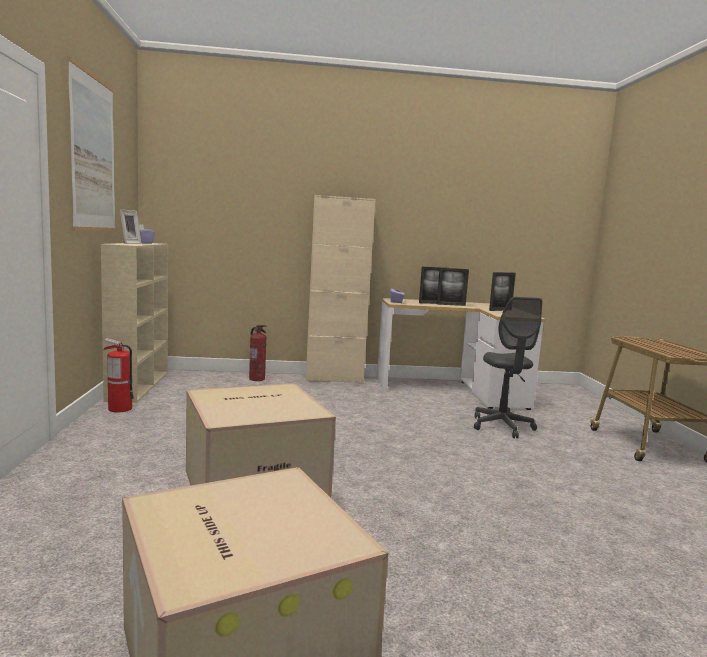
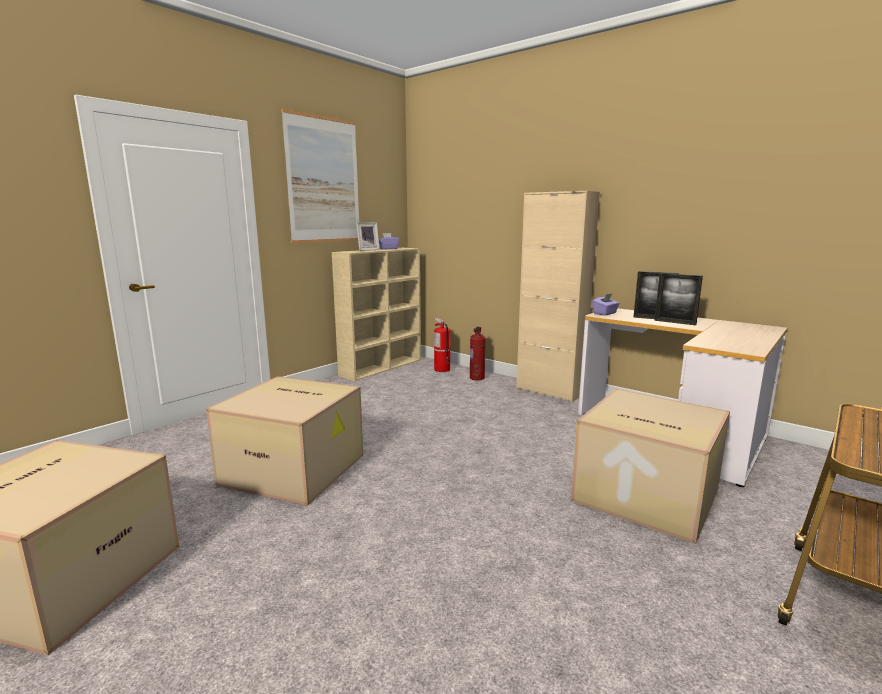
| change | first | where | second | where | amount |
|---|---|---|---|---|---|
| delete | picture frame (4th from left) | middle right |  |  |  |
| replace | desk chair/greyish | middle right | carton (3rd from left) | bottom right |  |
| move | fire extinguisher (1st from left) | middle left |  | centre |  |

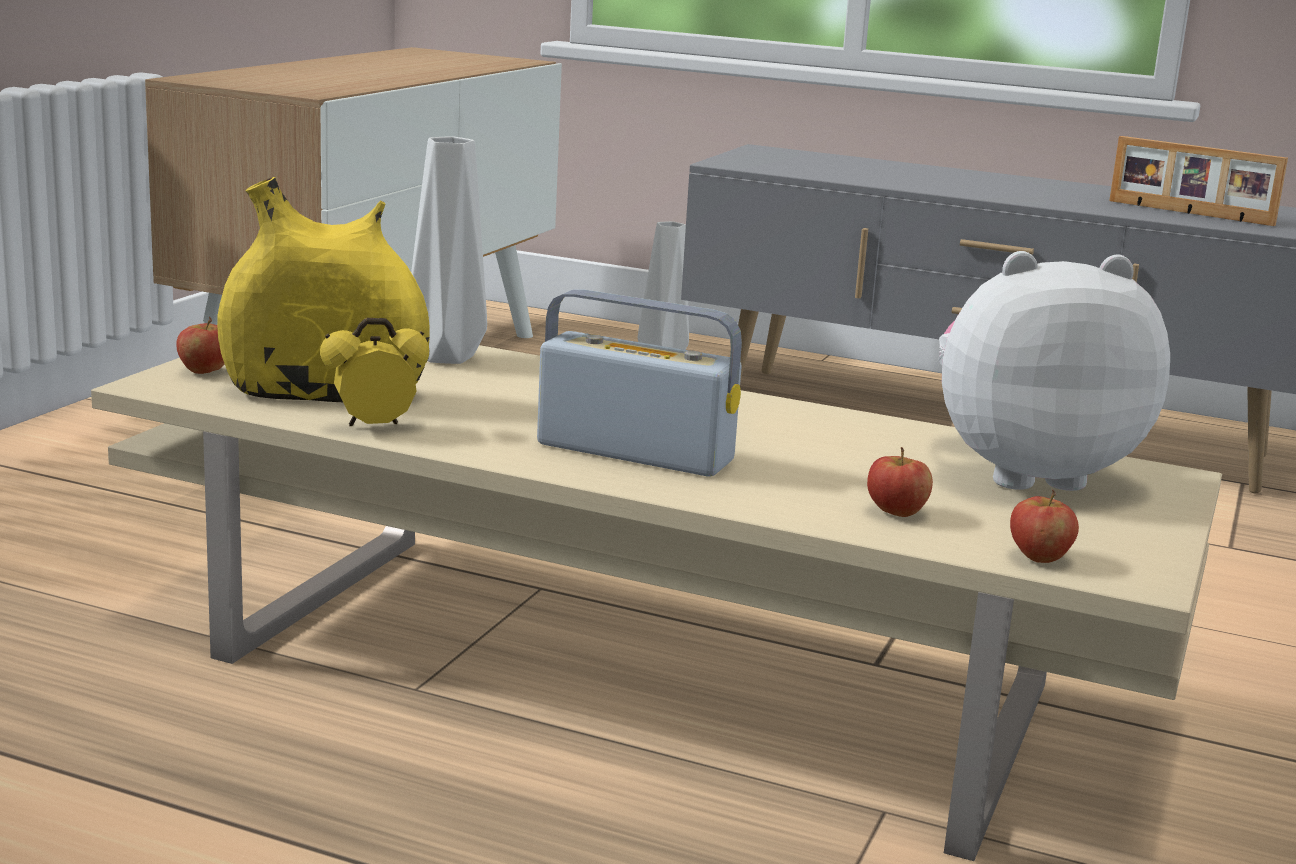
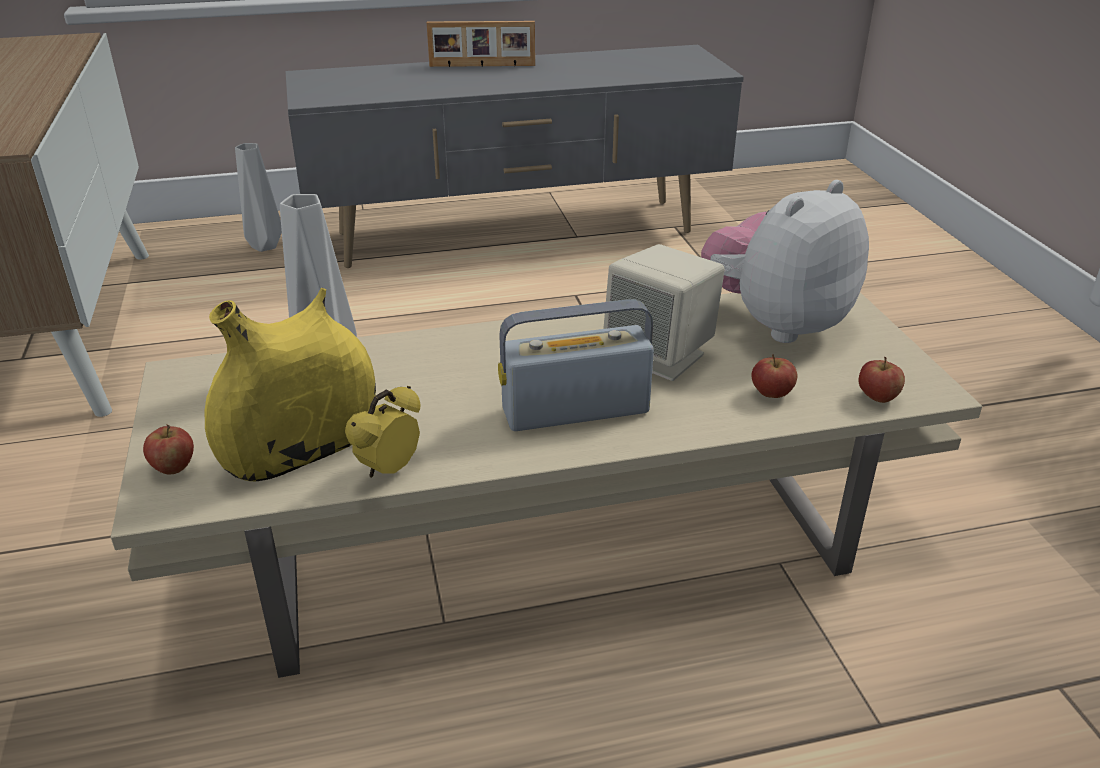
| change | first | where | second | where | amount |
|---|---|---|---|---|---|
| move | picture frame | top right |  | top centre |  |
| insert |  |  | speaker/beige-coloured | centre |  |

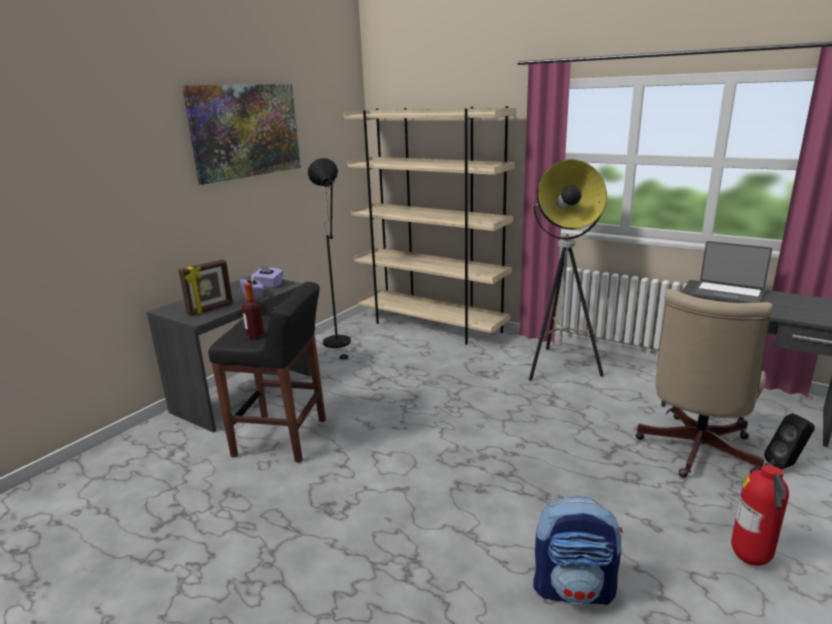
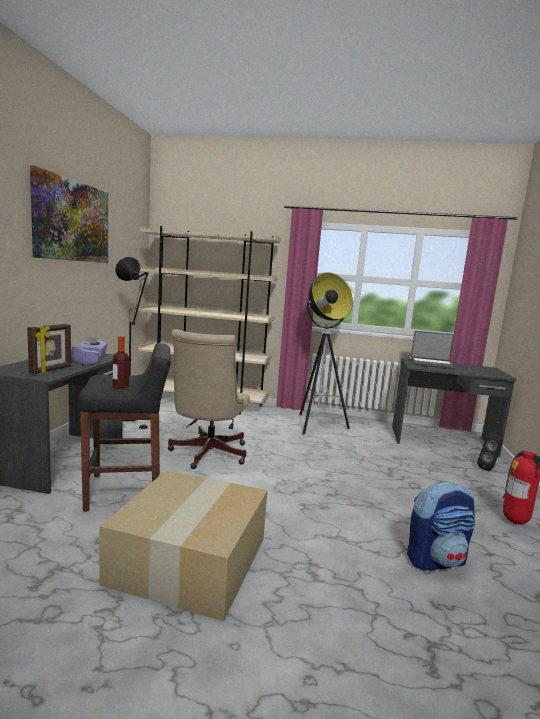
| change | first | where | second | where | amount |
|---|---|---|---|---|---|
| move | desk chair/beige-coloured | middle right |  | centre |  |
| insert |  |  | carton | bottom centre |  |

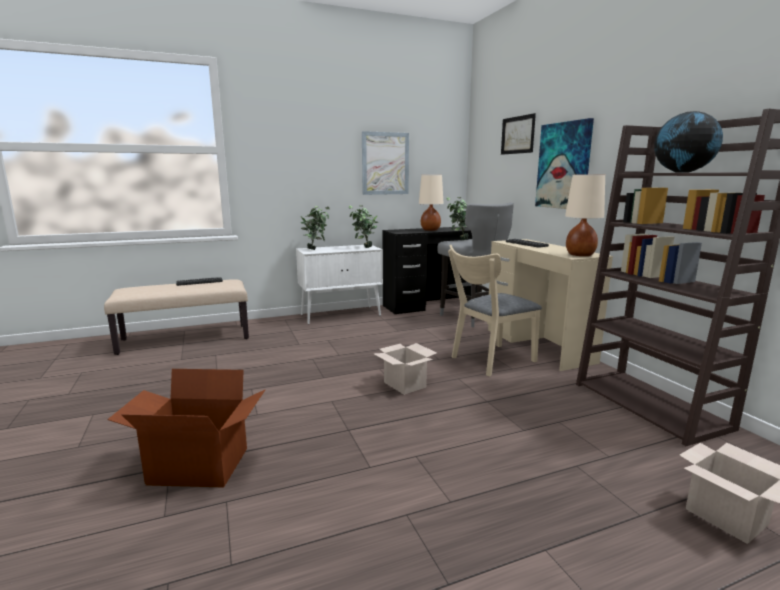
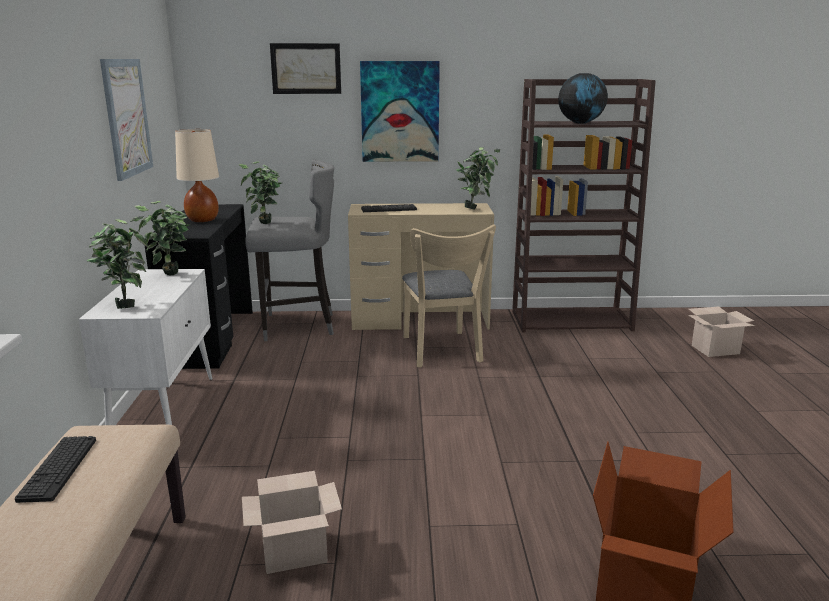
| change | first | where | second | where | amount |
|---|---|---|---|---|---|
| replace | lamp for a table/beige-coloured (2nd from left) | middle right | plant in a pot (4th from left) | top centre |  |
| move | carton (2nd from left in the first image) | centre | carton (1st from left) | bottom centre |  |

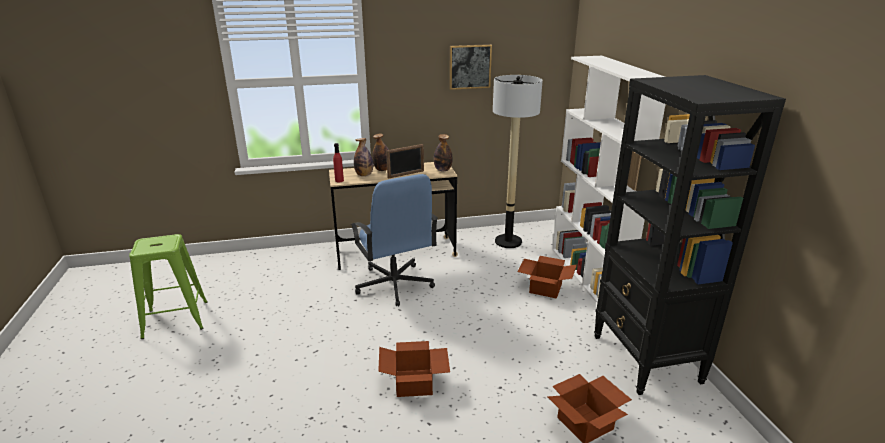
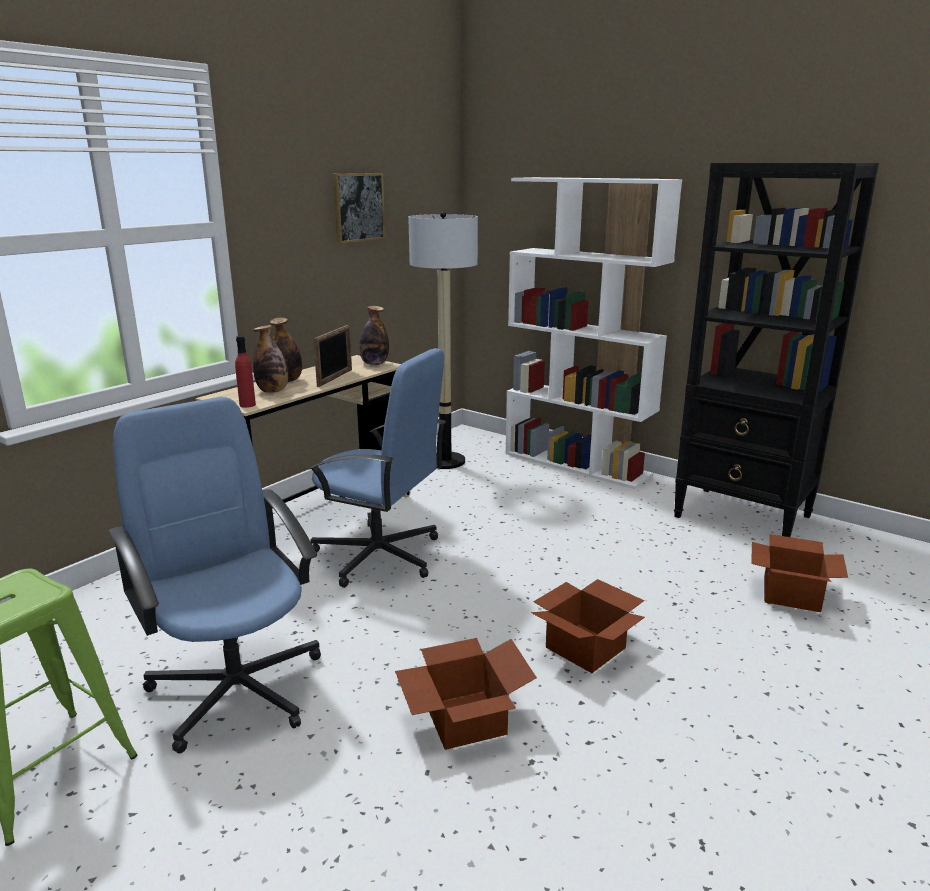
| change | first | where | second | where | amount |
|---|---|---|---|---|---|
| move | carton (2nd from left in the first image) | centre | carton (1st from left) | bottom centre |  |
| insert |  |  | desk chair/blue (1st from left) | middle left |  |

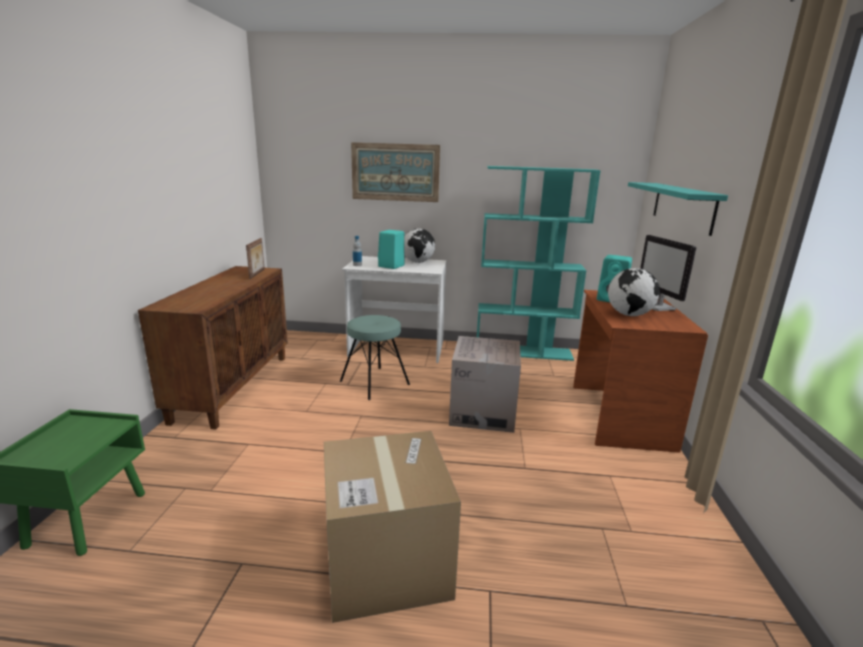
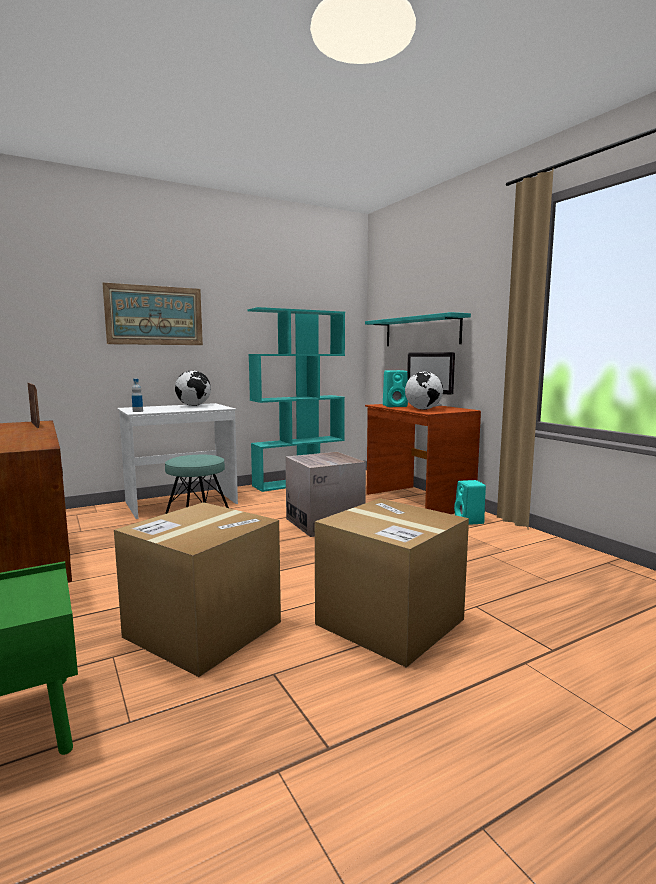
| change | first | where | second | where | amount |
|---|---|---|---|---|---|
| move | speaker/blue-green (1st from left in the first image) | centre | speaker/blue-green (2nd from left) | middle right |  |
| insert |  |  | carton (1st from left) | middle left |  |

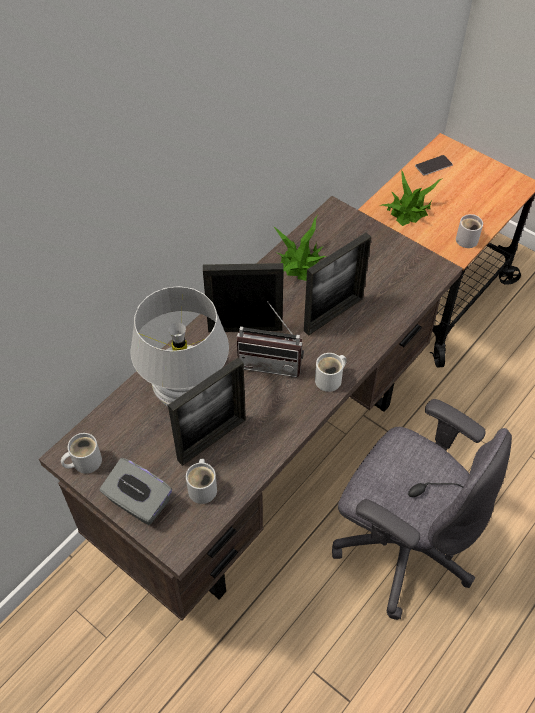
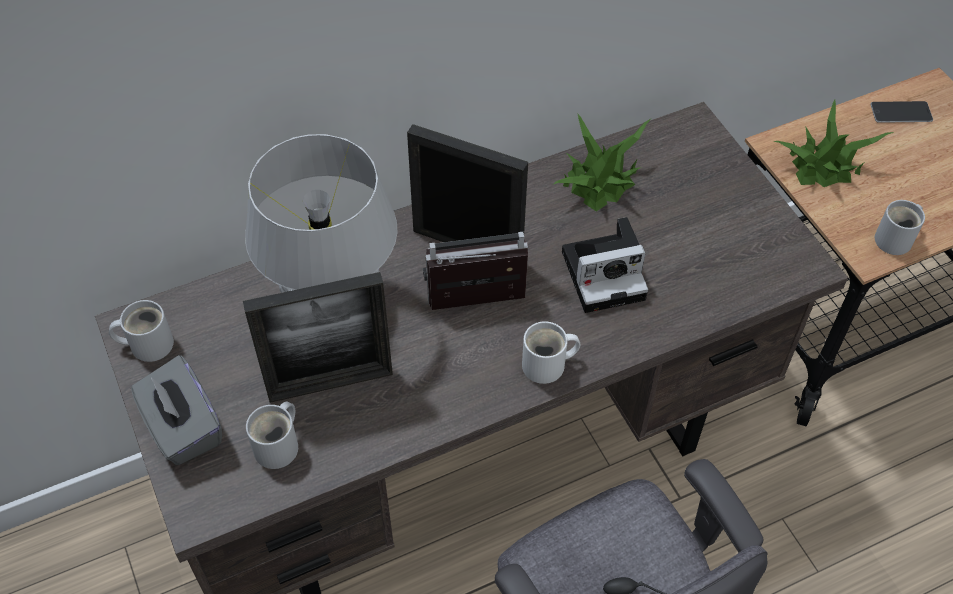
| change | first | where | second | where | amount |
|---|---|---|---|---|---|
| replace | picture frame (3rd from left) | centre | still camera | centre |  |
| rotate | radio | centre |  | centre | 135 degrees clockwise |

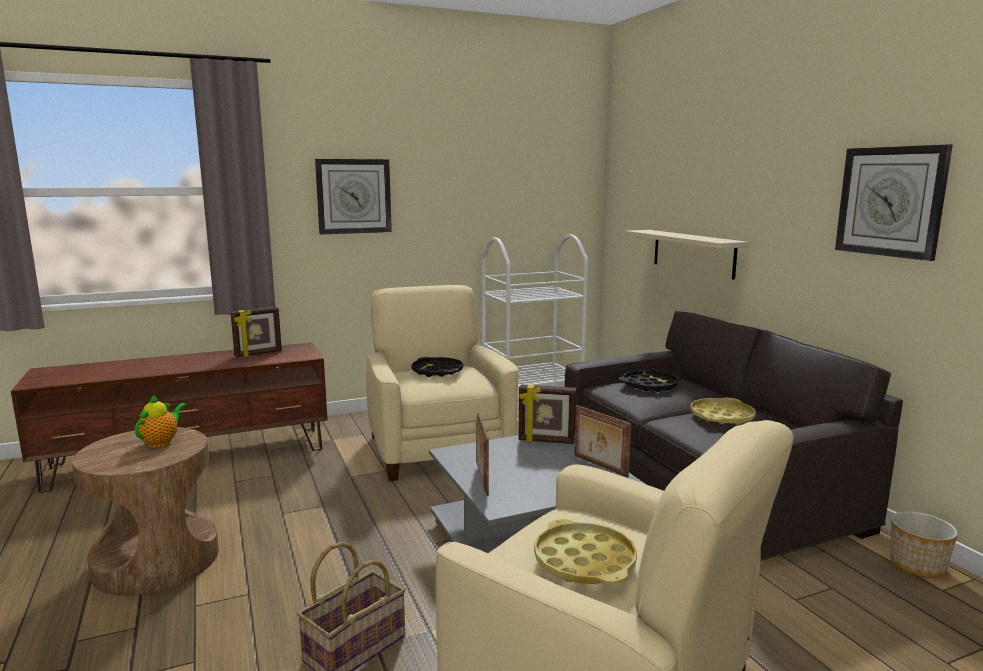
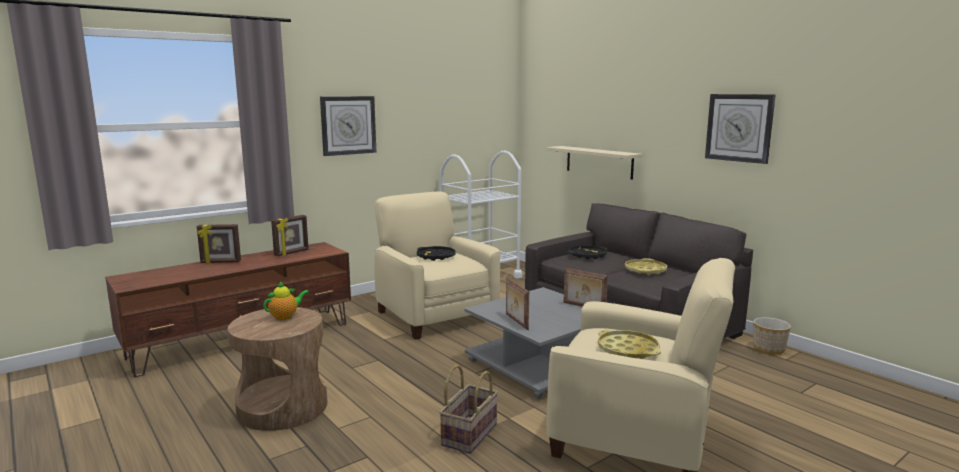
| change | first | where | second | where | amount |
|---|---|---|---|---|---|
| move | picture frame (3rd from left in the first image) | centre | picture frame (1st from left) | middle left |  |
| rotate | teapot | middle left |  | middle left | 45 degrees clockwise |

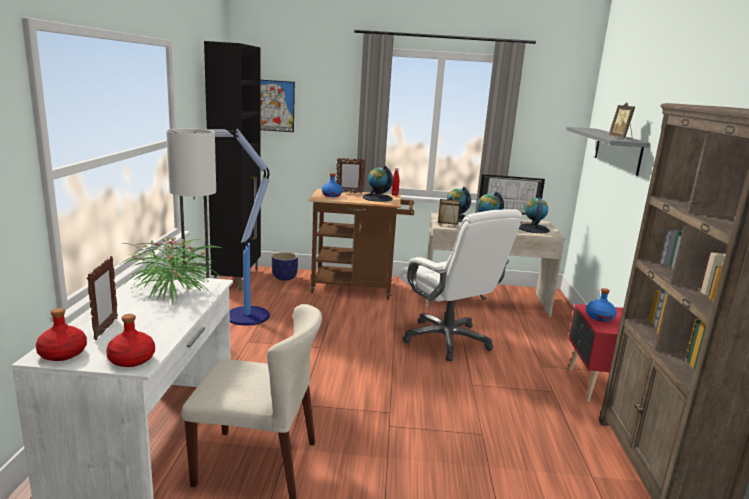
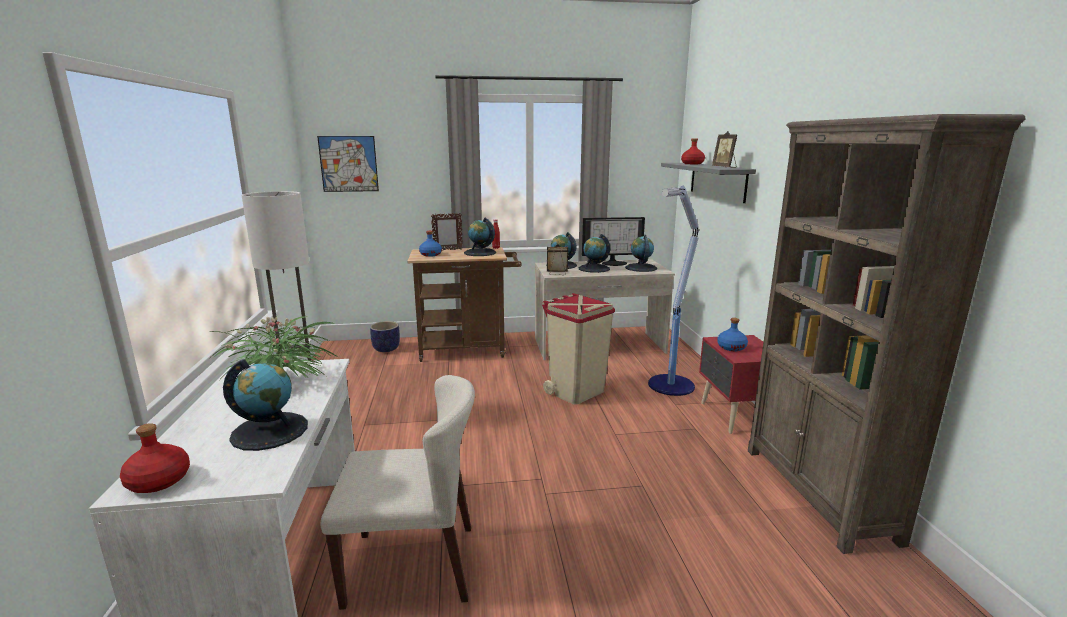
| change | first | where | second | where | amount |
|---|---|---|---|---|---|
| delete | storage cabinet/blackish | top left |  |  |  |
| move | standard lamp (2nd from left) | middle left |  | centre |  |
| replace | desk chair/whitish | centre | trash can/beige-coloured | centre |  |
| delete | picture frame (1st from left) | middle left |  |  |  |
| move | beverage bottle/red-coloured (2nd from left in the first image) | bottom left | beverage bottle/red-coloured (3rd from left) | top centre |  |
| insert |  |  | desk globe (1st from left) | middle left |  |

